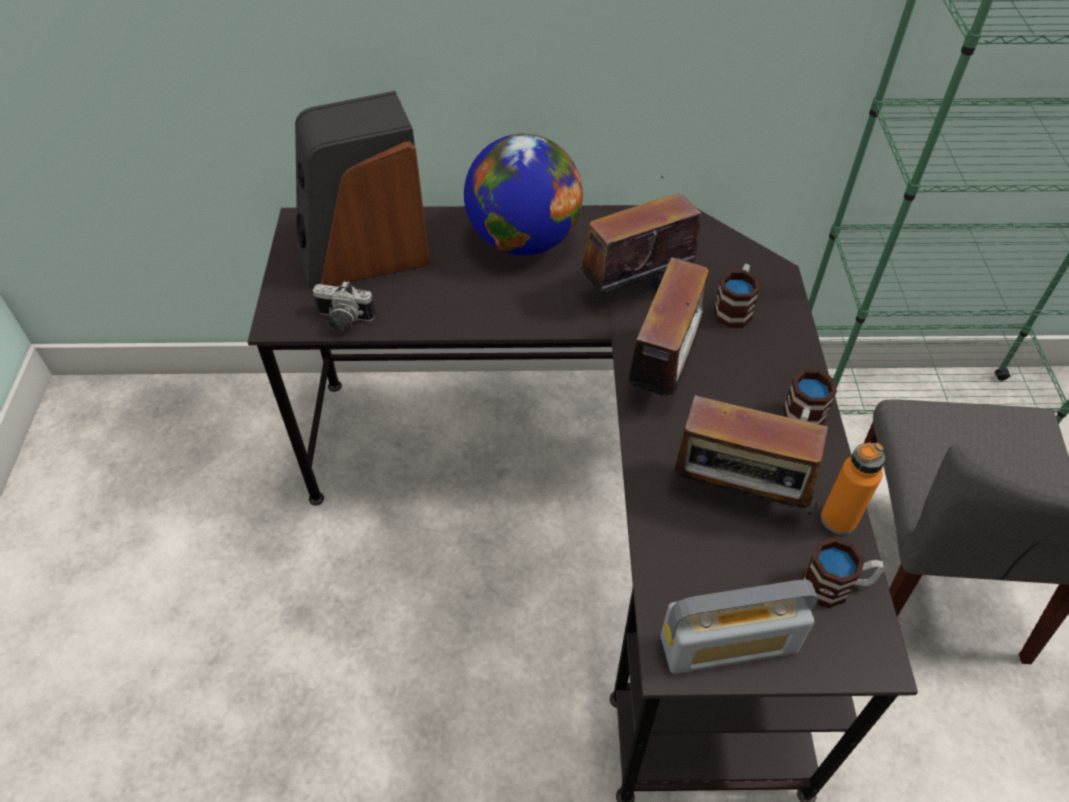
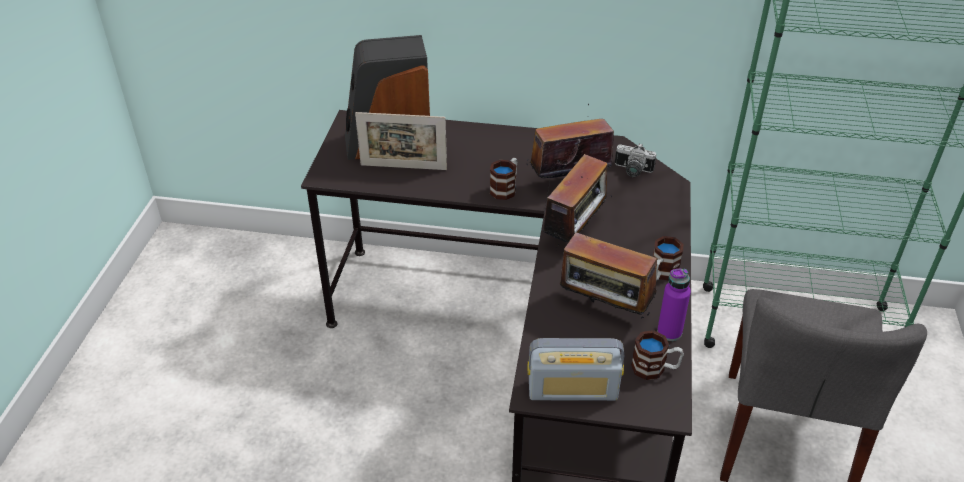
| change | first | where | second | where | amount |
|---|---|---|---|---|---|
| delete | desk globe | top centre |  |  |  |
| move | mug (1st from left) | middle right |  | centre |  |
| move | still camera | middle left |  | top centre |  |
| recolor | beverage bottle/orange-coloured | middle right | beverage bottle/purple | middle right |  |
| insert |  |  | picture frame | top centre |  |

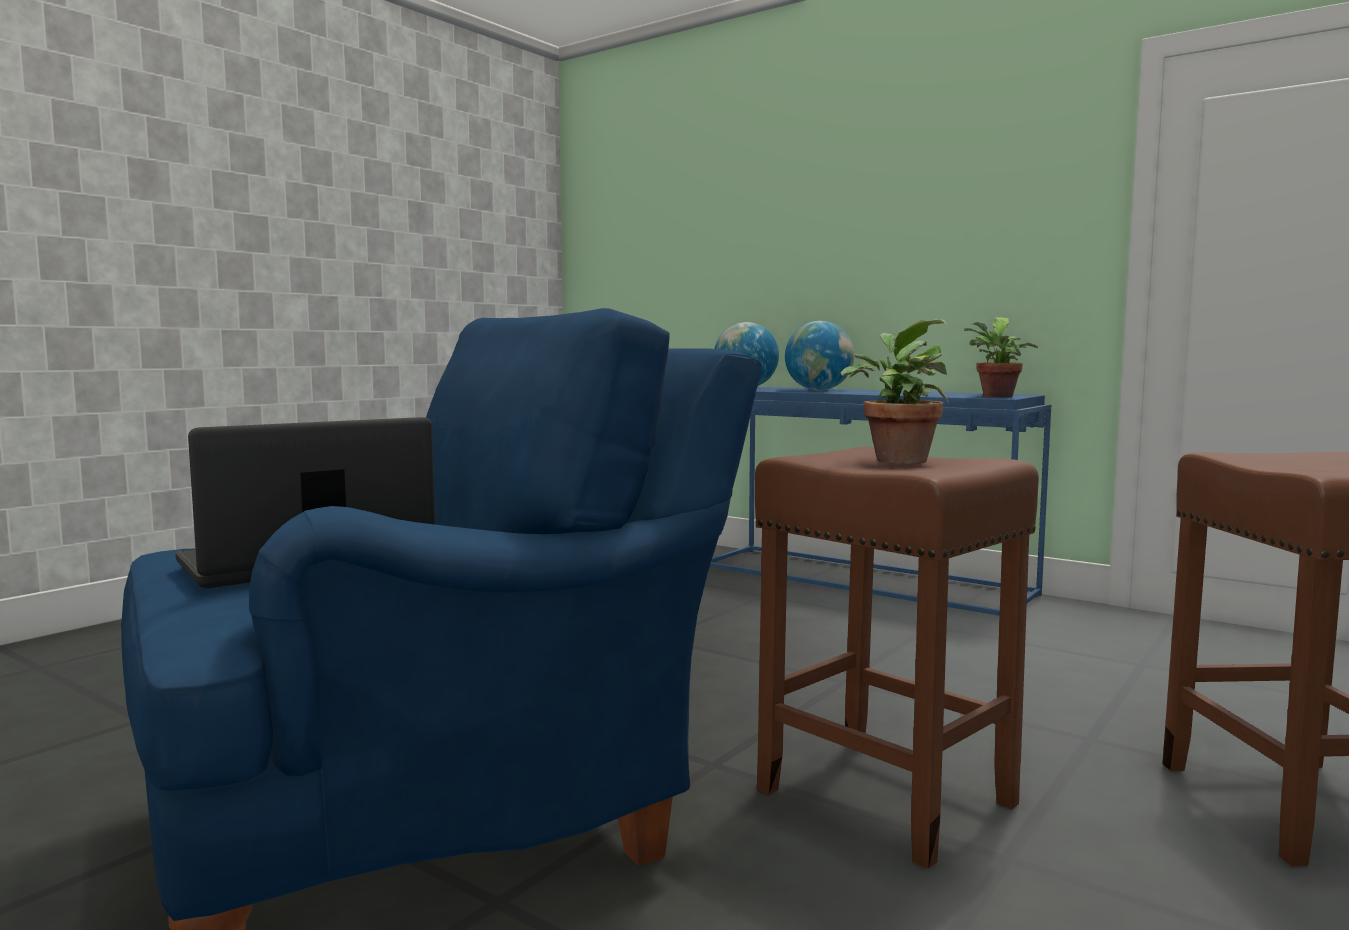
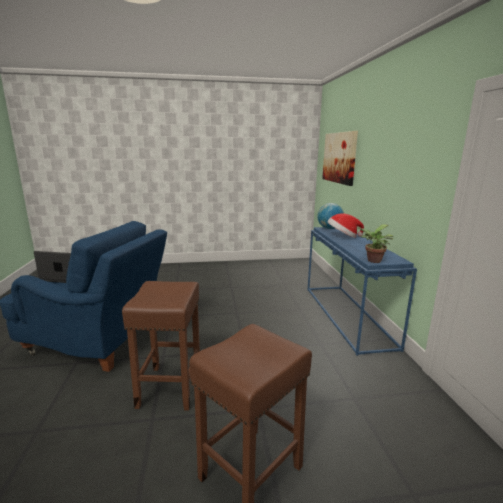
| change | first | where | second | where | amount |
|---|---|---|---|---|---|
| delete | plant in a pot (1st from left) | centre |  |  |  |
| replace | desk globe (2nd from left) | centre | clothing hat | middle right |  |
| insert |  |  | wall art | top right |  |

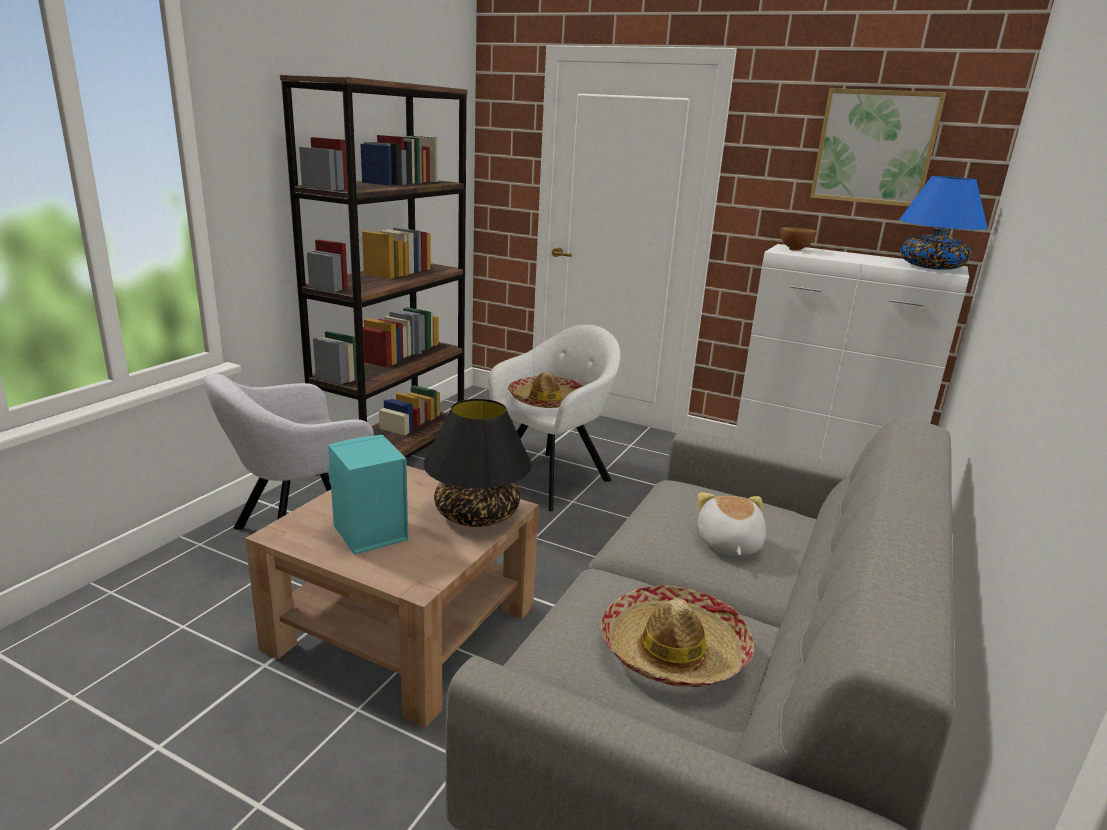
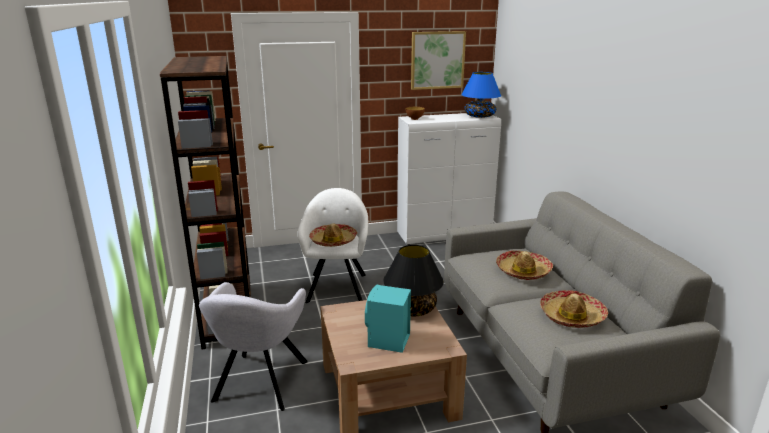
| change | first | where | second | where | amount |
|---|---|---|---|---|---|
| replace | cuddly toy | centre | clothing hat (2nd from left) | middle right |  |

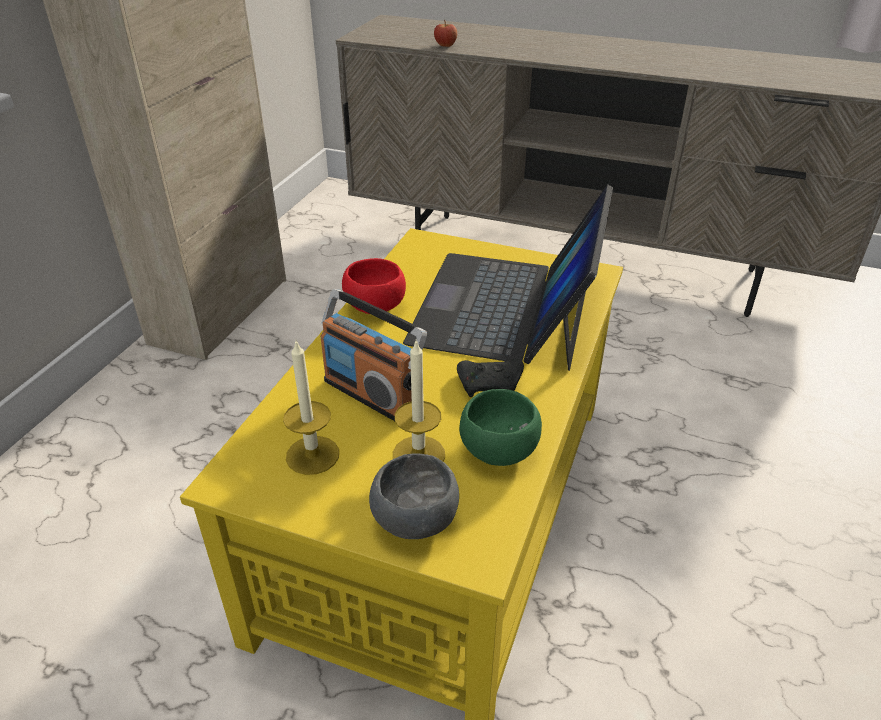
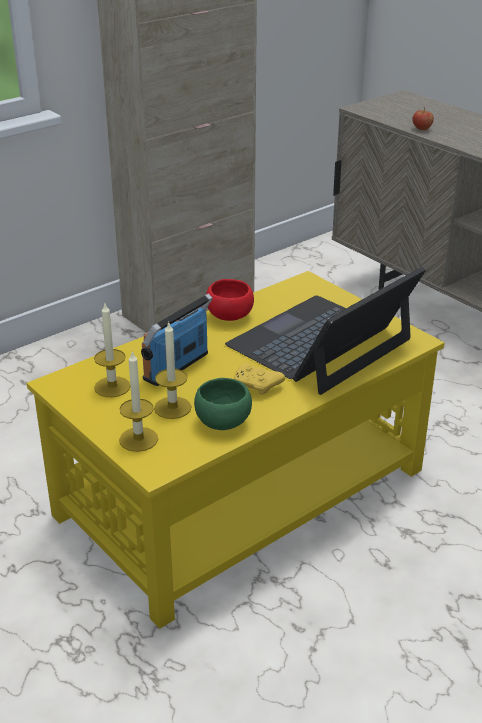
| change | first | where | second | where | amount |
|---|---|---|---|---|---|
| rotate | radio | centre |  | centre | 60 degrees clockwise |
| recolor | joypad/blackish | centre | joypad/yellow-coloured | centre |  |
| replace | deep dish/greyish | bottom centre | wax light (2nd from left) | middle left |  |

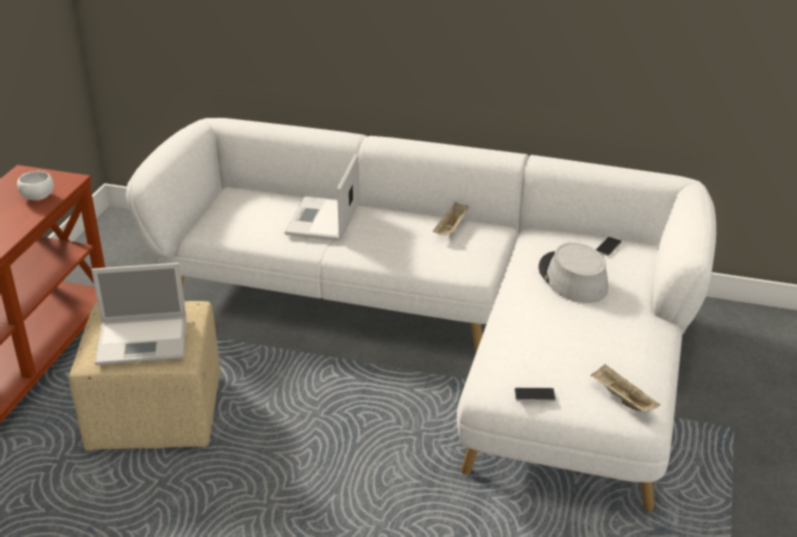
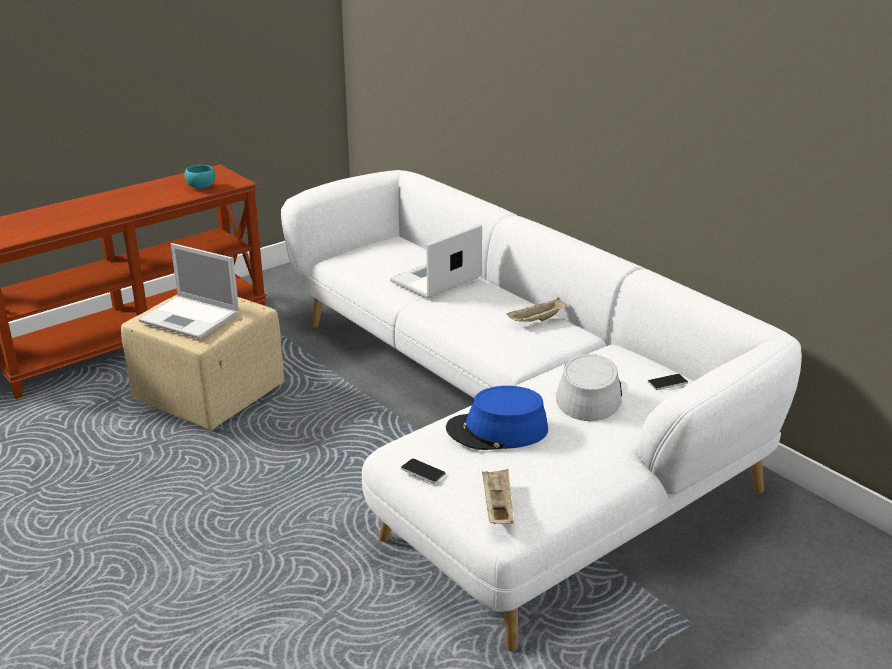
| change | first | where | second | where | amount |
|---|---|---|---|---|---|
| recolor | deep dish/whitish | middle left | deep dish/blue-green | top left |  |
| insert |  |  | clothing hat/blue | centre |  |

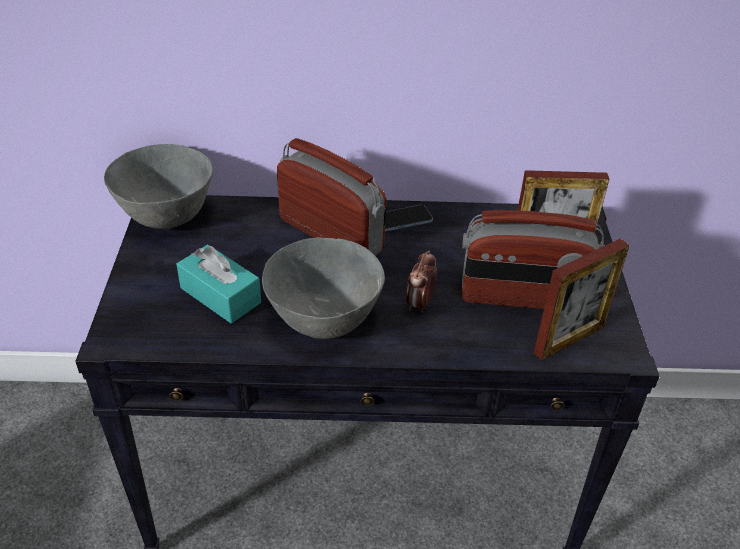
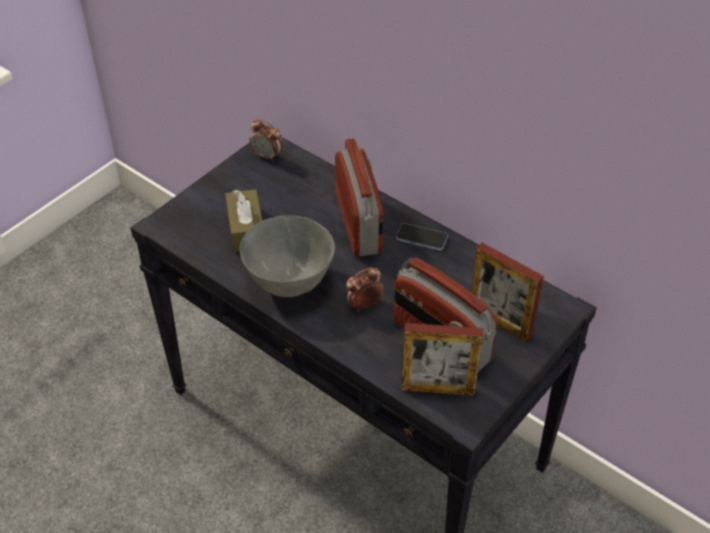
| change | first | where | second | where | amount |
|---|---|---|---|---|---|
| replace | deep dish/greyish (1st from left) | middle left | bedside clock (1st from left) | top centre |  |
| recolor | tissue box/blue-green | middle left | tissue box/brown | centre |  |

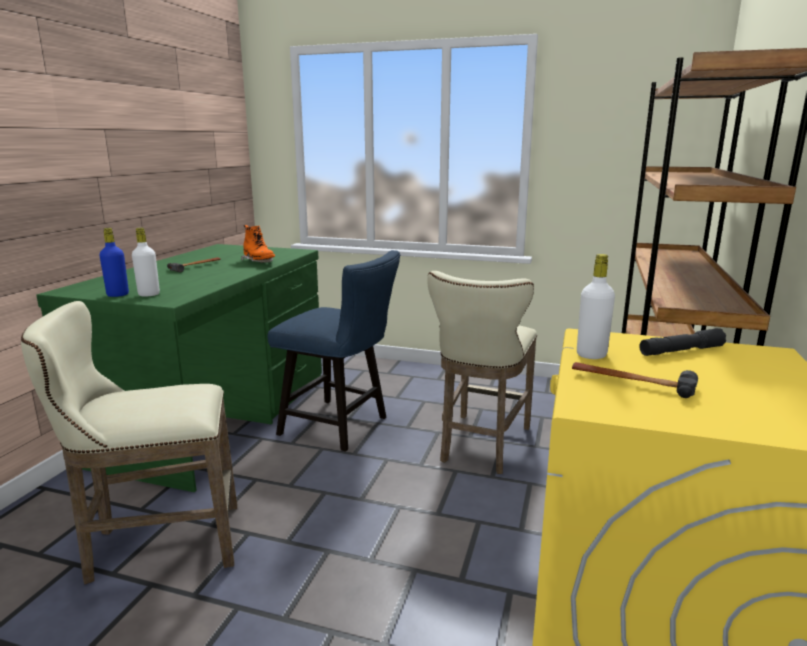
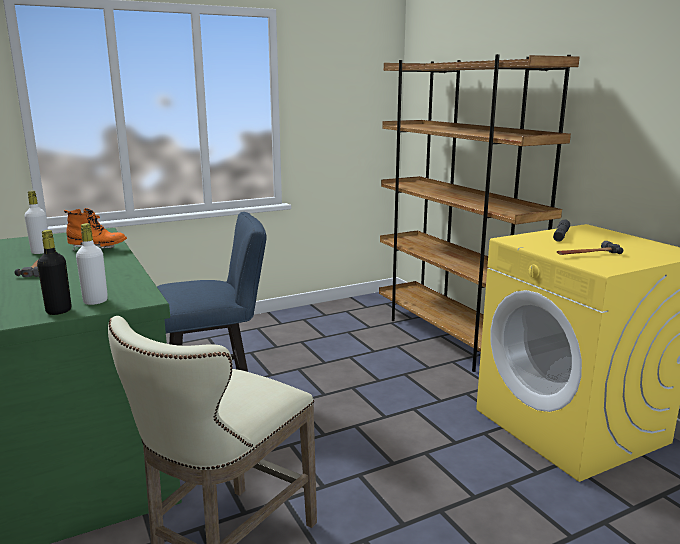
| change | first | where | second | where | amount |
|---|---|---|---|---|---|
| recolor | beverage bottle/blue | middle left | beverage bottle/blackish | middle left |  |
| move | beverage bottle/whitish (2nd from left in the first image) | middle right | beverage bottle/whitish (1st from left) | middle left |  |
| delete | stool seat/beige-coloured (2nd from left) | centre |  |  |  |

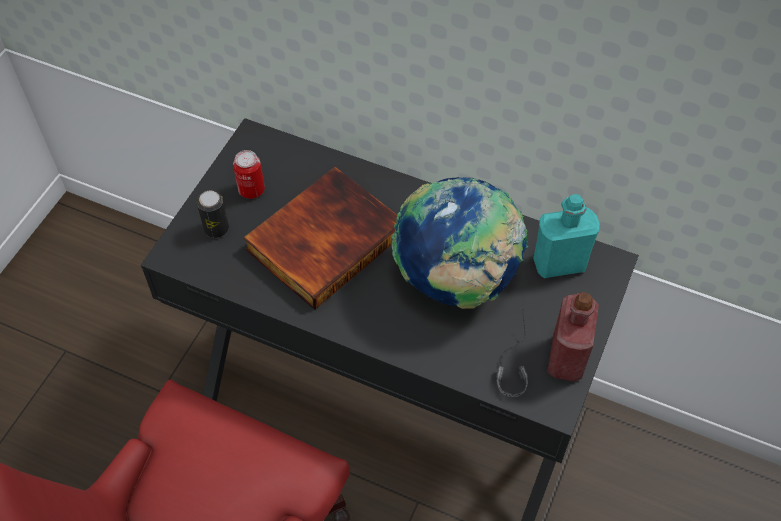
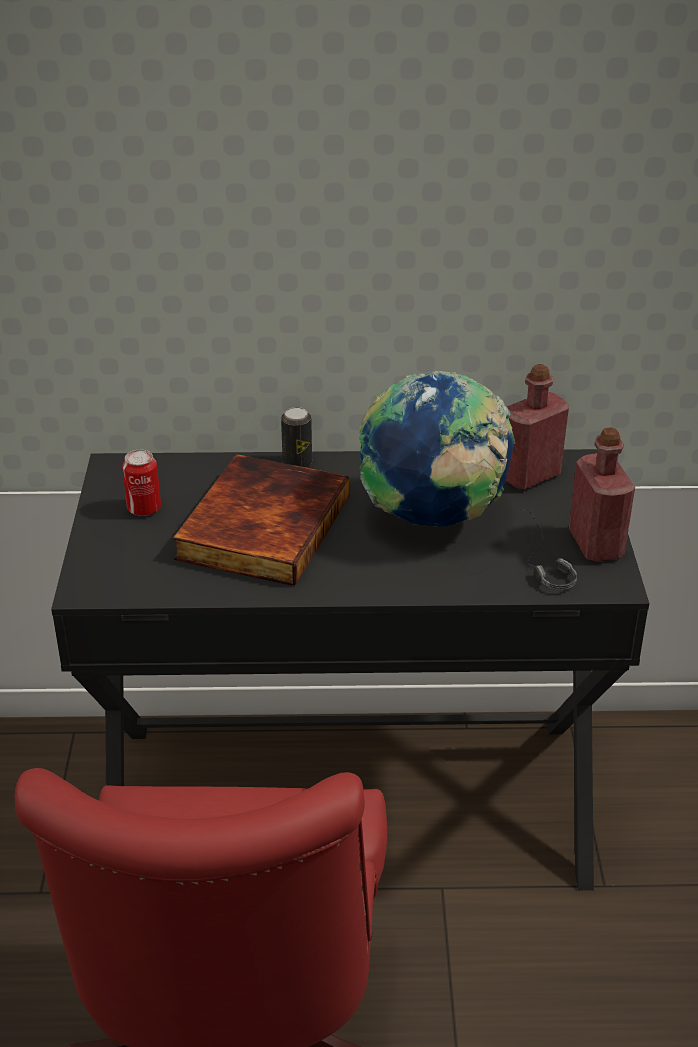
| change | first | where | second | where | amount |
|---|---|---|---|---|---|
| move | can (1st from left in the first image) | middle left | can (2nd from left) | centre |  |
| recolor | beverage bottle/blue-green | middle right | beverage bottle/red-coloured (1st from left) | middle right |  |

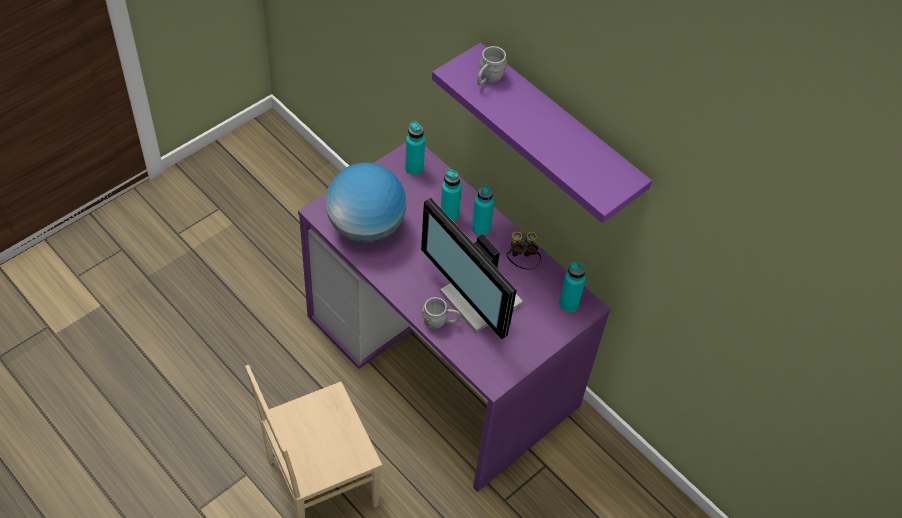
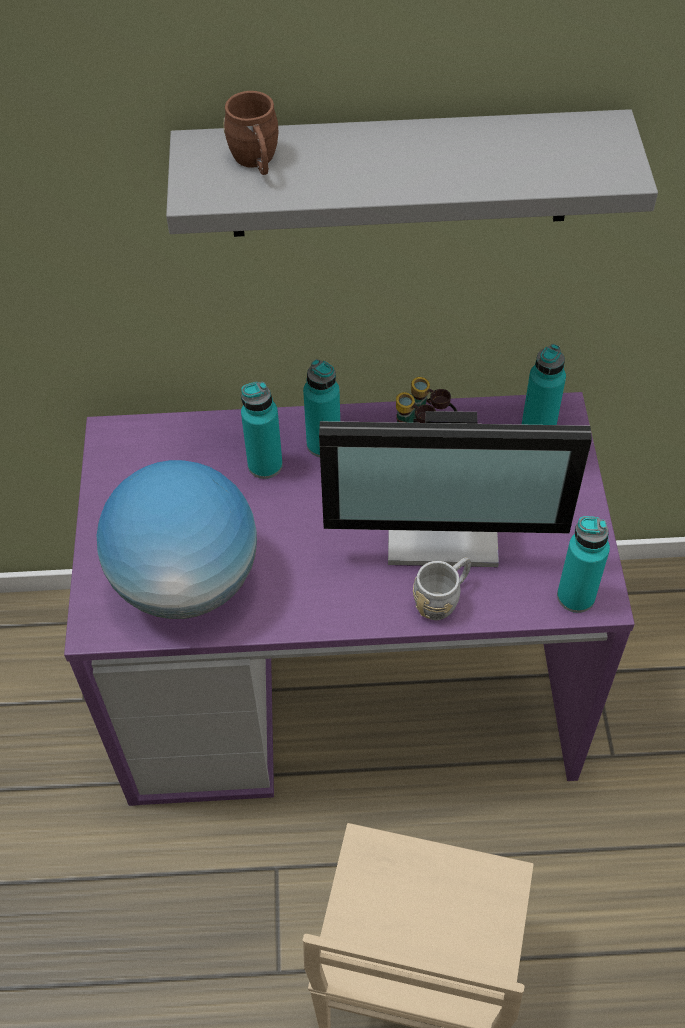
| change | first | where | second | where | amount |
|---|---|---|---|---|---|
| recolor | shelf/purple | top centre | shelf/greyish | top centre |  |
| recolor | mug/greyish (2nd from left) | top centre | mug/brown | top centre |  |
| move | beverage bottle/blue-green (1st from left in the first image) | top centre | beverage bottle/blue-green (4th from left) | middle right |  |

